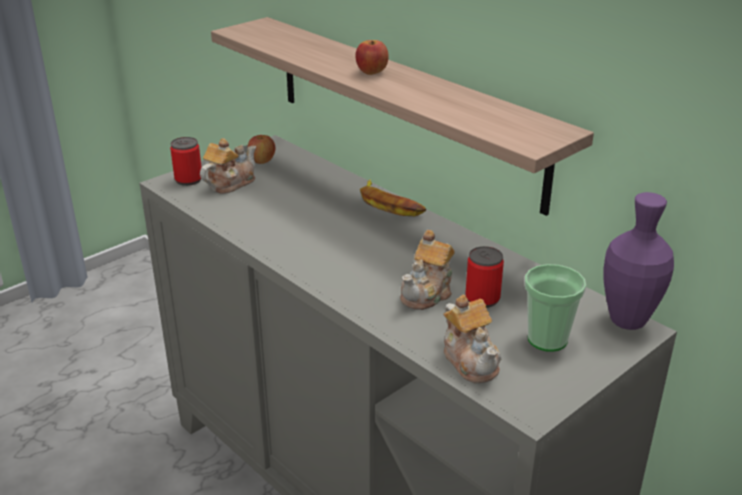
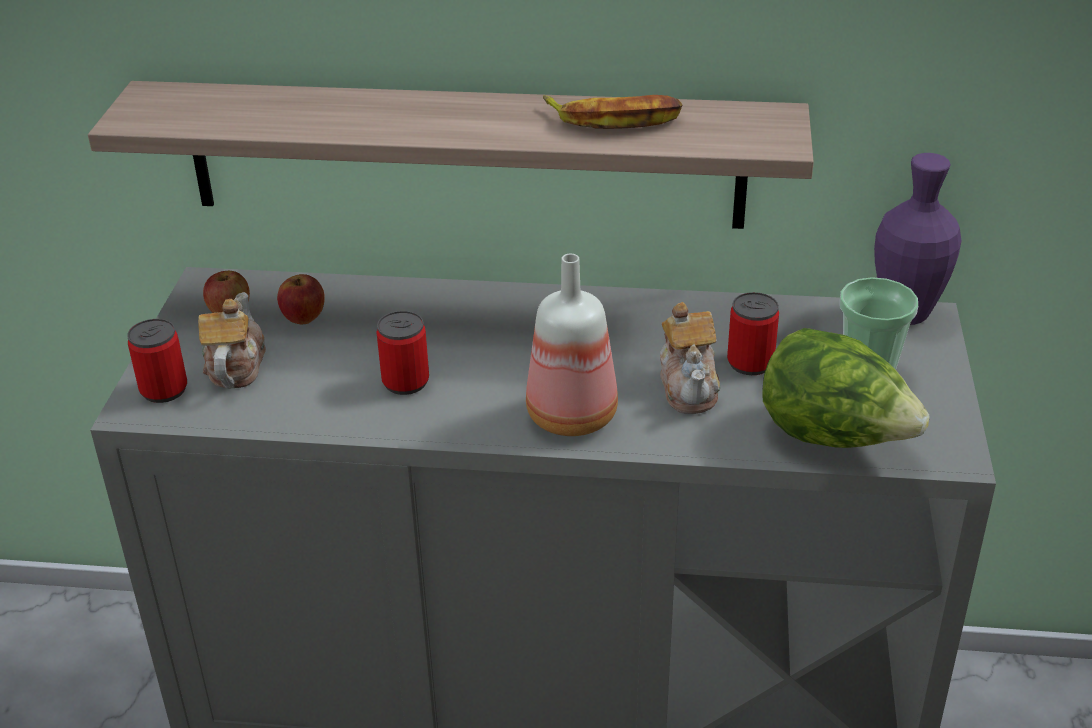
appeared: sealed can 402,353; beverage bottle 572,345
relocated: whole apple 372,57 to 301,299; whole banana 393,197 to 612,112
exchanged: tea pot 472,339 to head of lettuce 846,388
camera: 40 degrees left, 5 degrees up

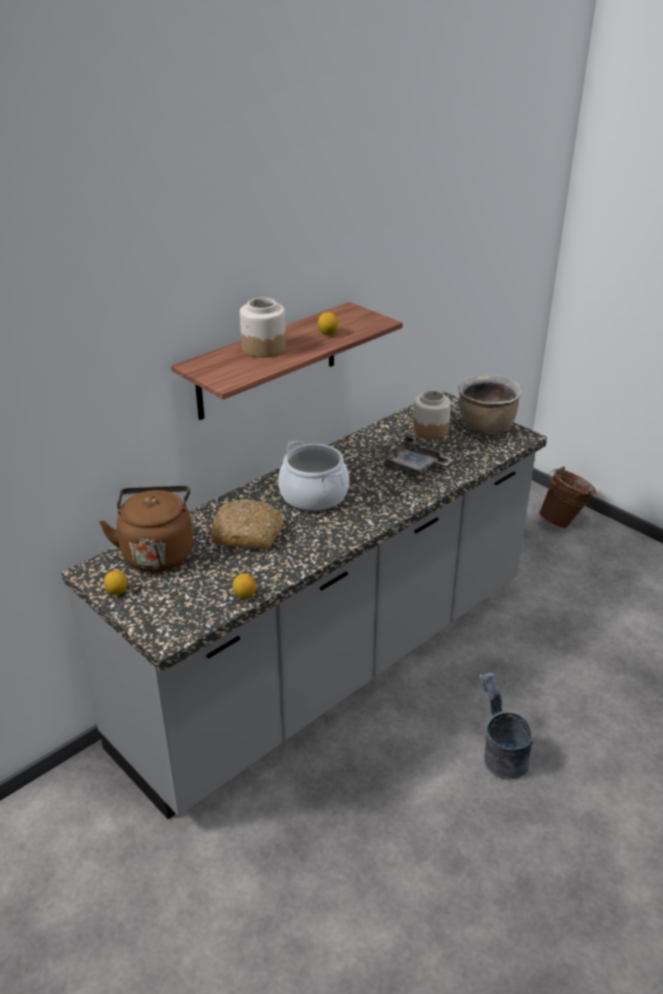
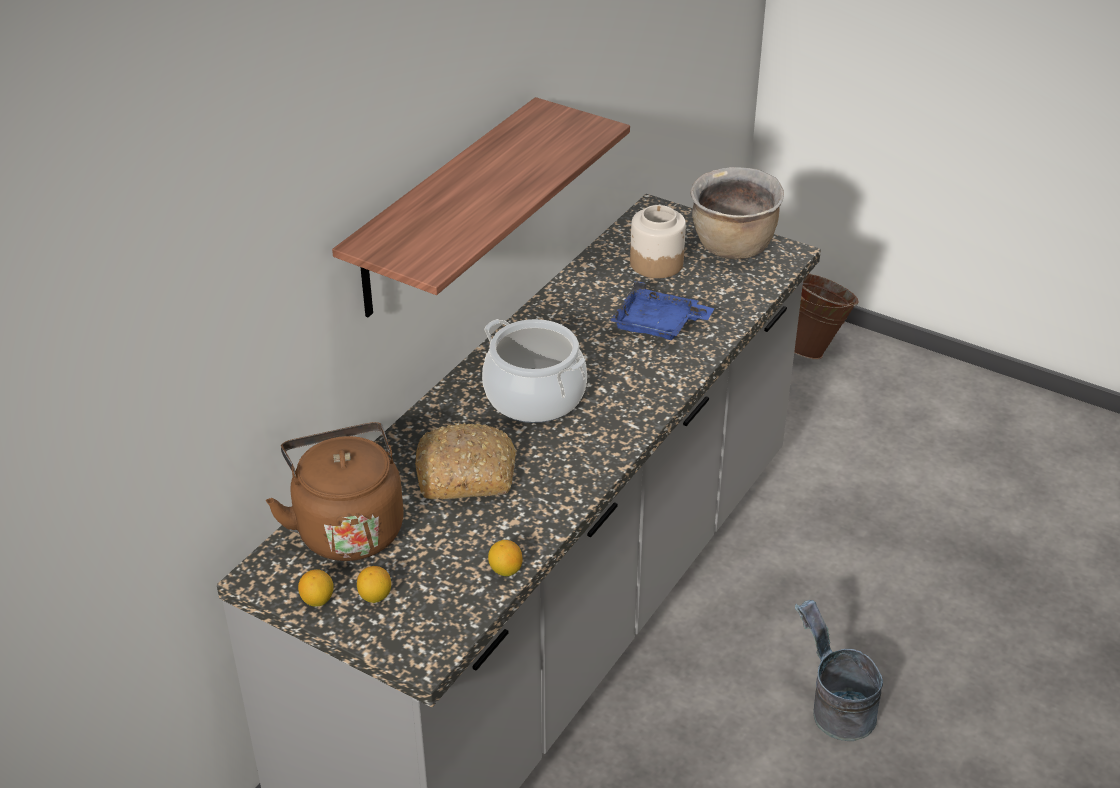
missing: jar 263,328
relocated: citrus fruit 328,323 to 374,584
colour: gray serving tray 417,456 to blue serving tray 662,310
camera: 15 degrees left, 5 degrees up

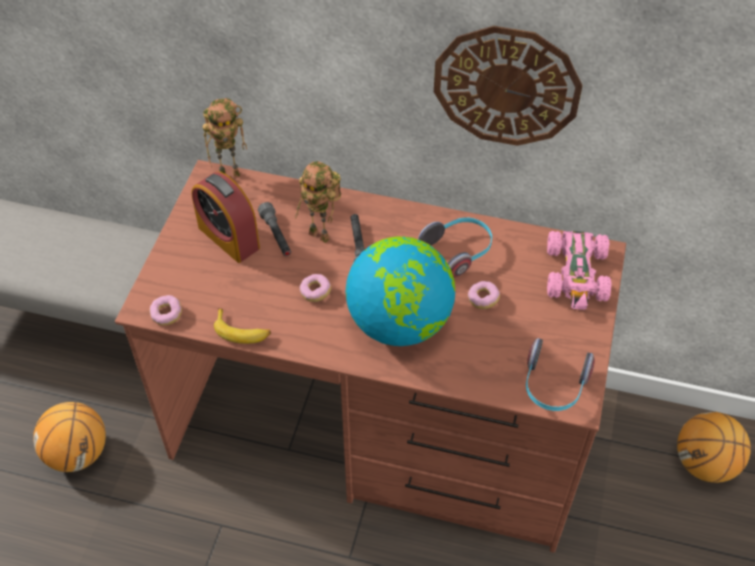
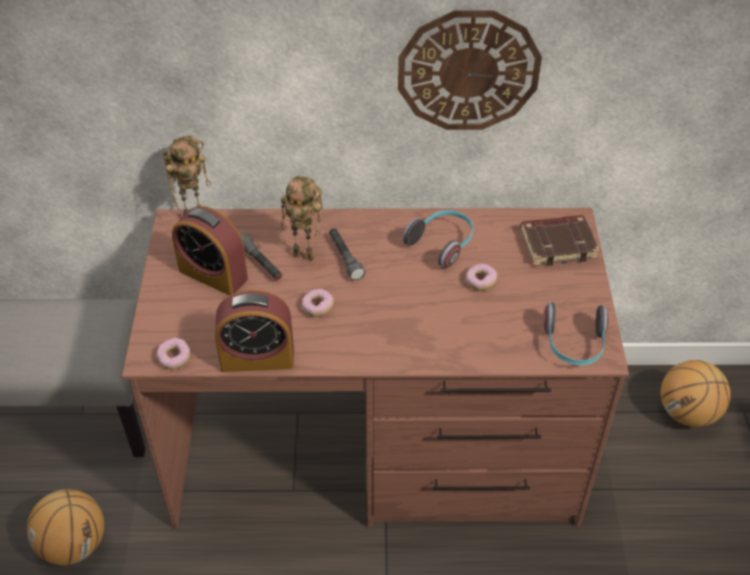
missing: desk globe 400,291
exchanged: whole banana 242,326 to bedside clock 254,331; pinkish model car 579,270 to brown-coloured bound book 560,240
camera: 15 degrees left, 5 degrees down

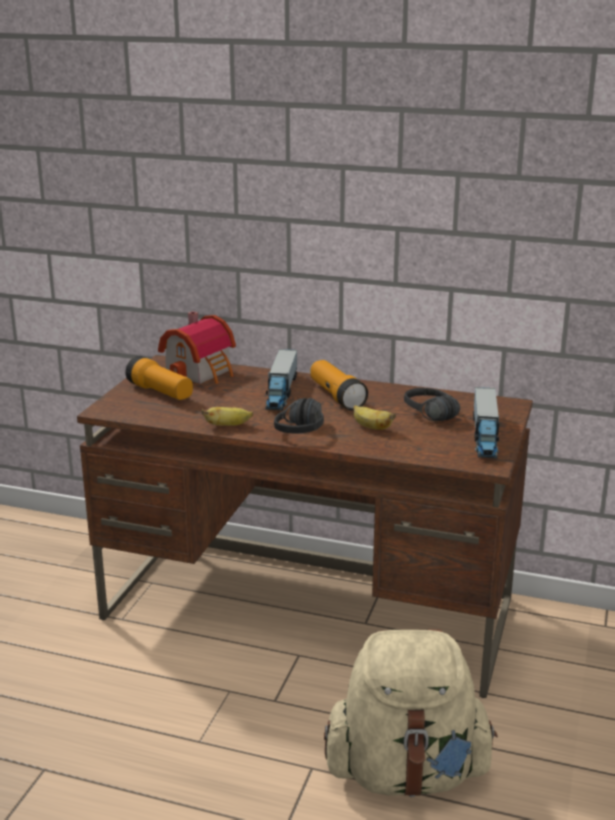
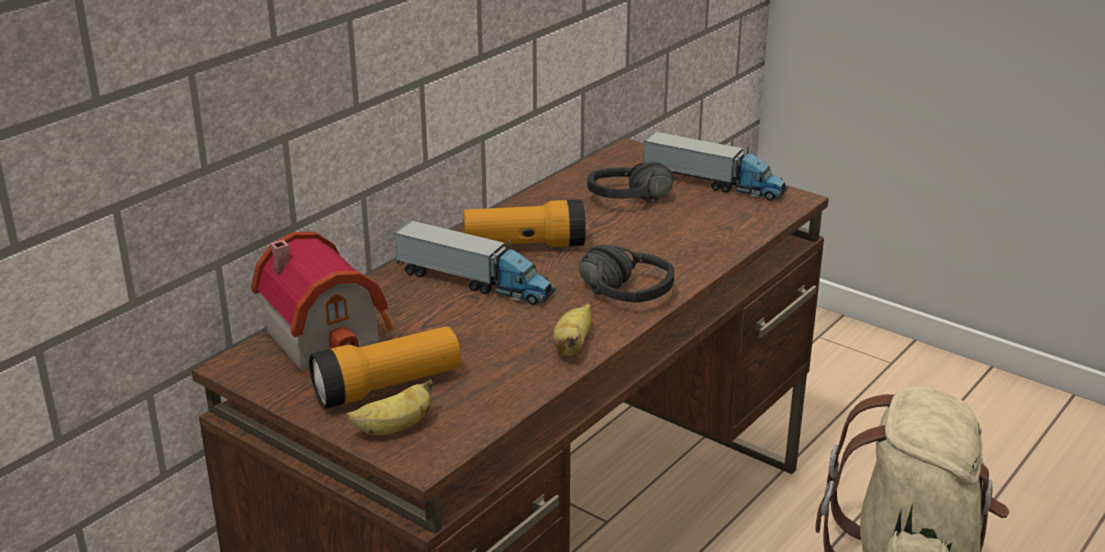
relocated: whole banana 374,417 to 389,407
camera: 70 degrees left, 5 degrees up

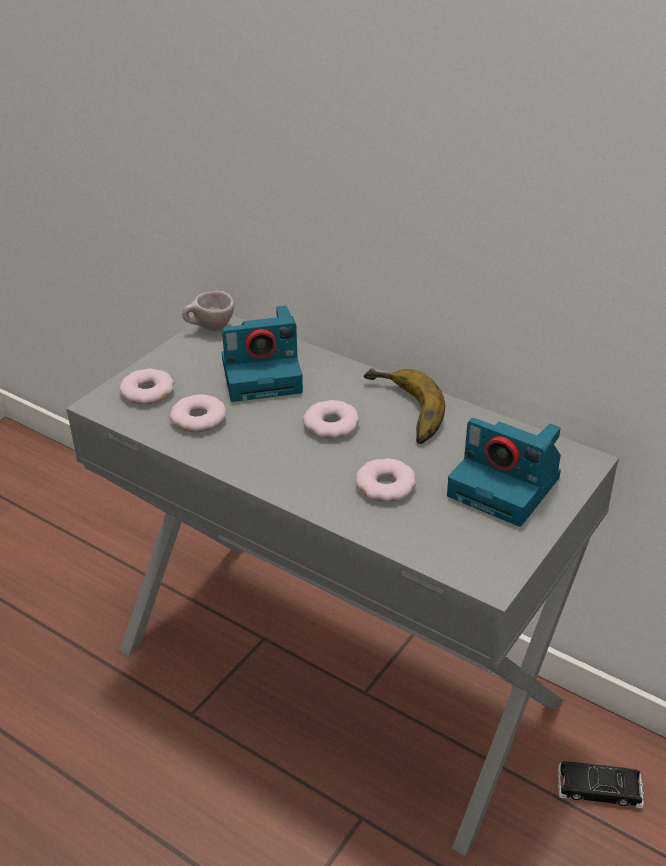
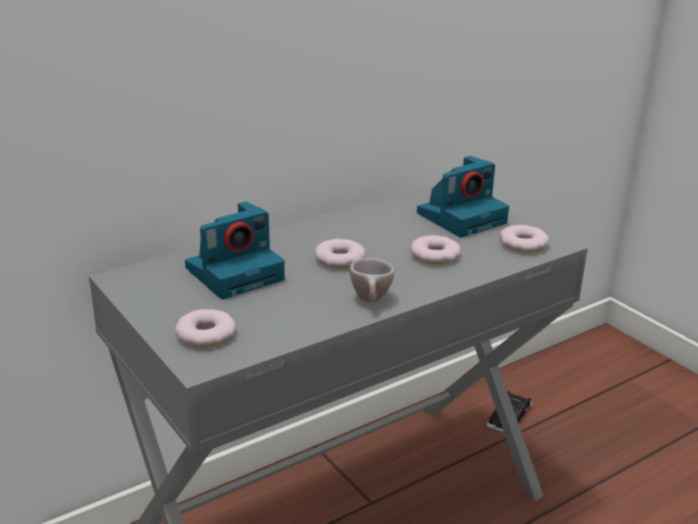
missing: whole banana 404,406
relocated: donut 198,413 to 524,239; beige drinking cup 208,311 to 372,280
spun: photo camera 262,354 = 235,250 45 degrees clockwise
camera: 70 degrees left, 10 degrees down

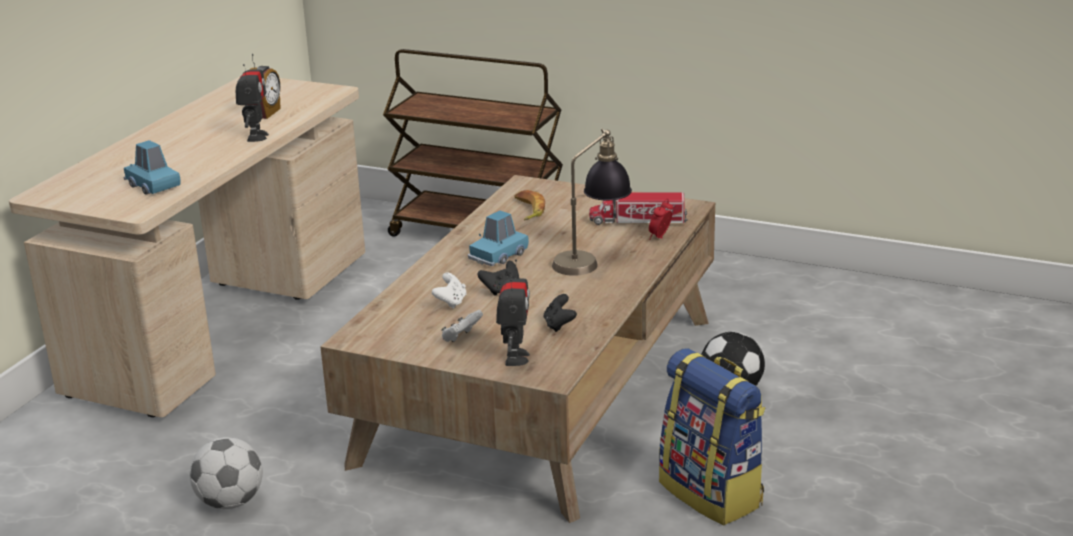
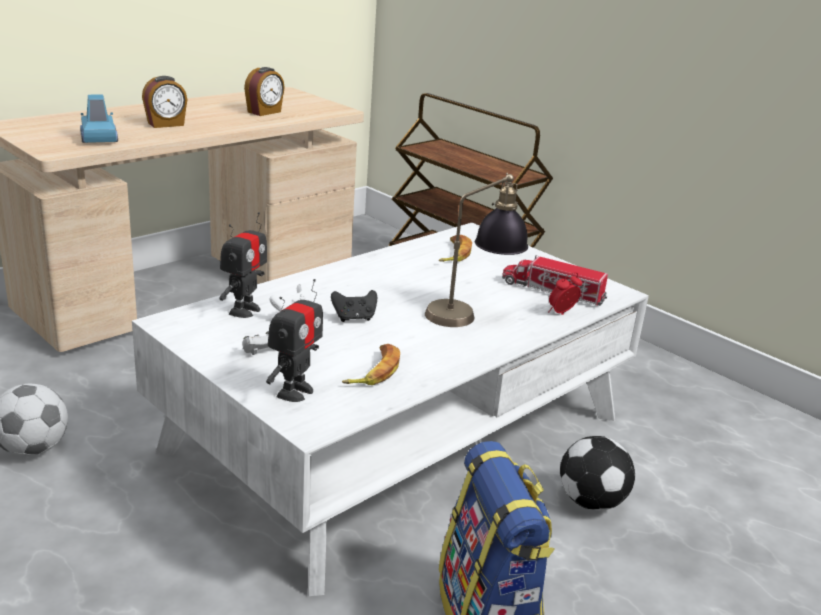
missing: blue model car 498,238
appeared: bedside clock 164,102
relocated: model robot 252,98 to 243,265
exchanged: blackish joypad 560,313 to whole banana 371,364
colour: brown-coloured low table 518,349 to white-coloured low table 390,409
camera: 20 degrees right, 0 degrees up

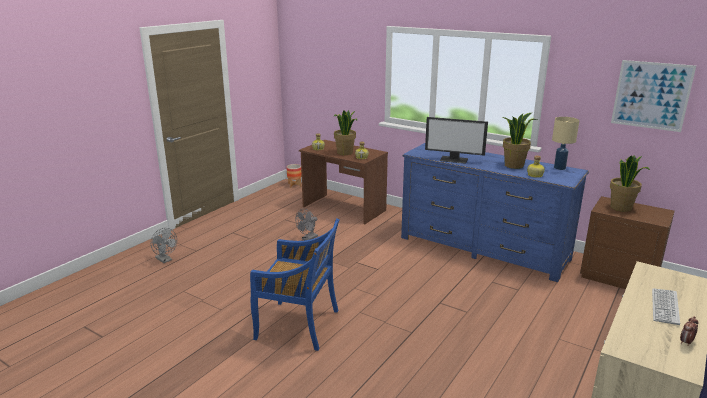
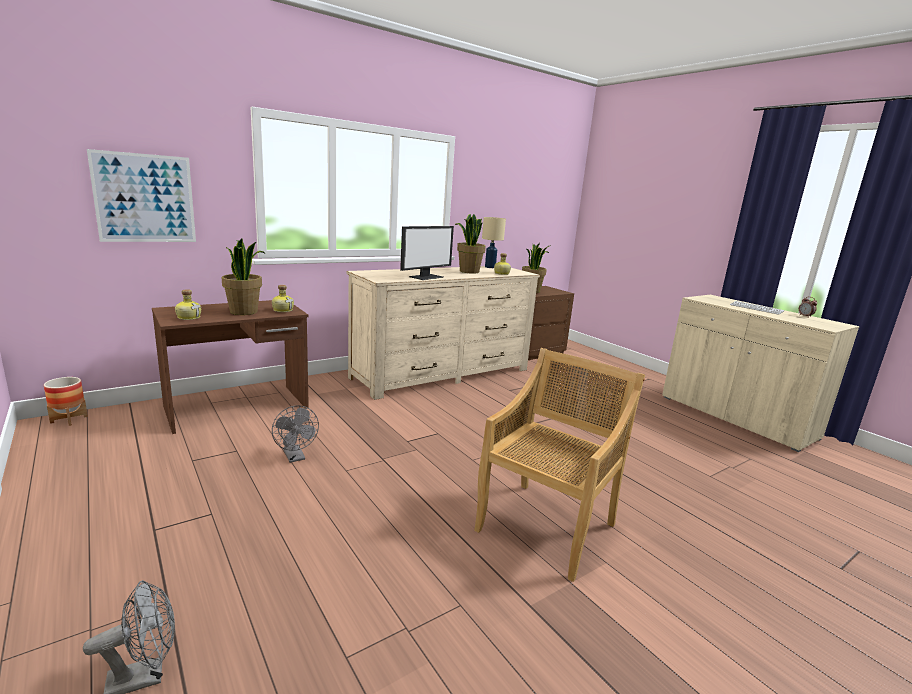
relocated: wall picture 653,96 to 141,195
colour: blue upright chair 295,284 to beige upright chair 559,465; blue dresser 495,212 to beige dresser 443,333
camera: 70 degrees left, 5 degrees down

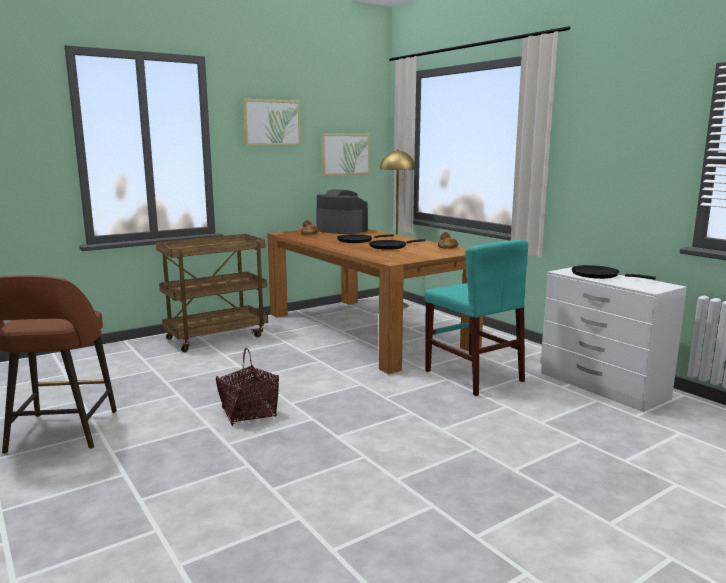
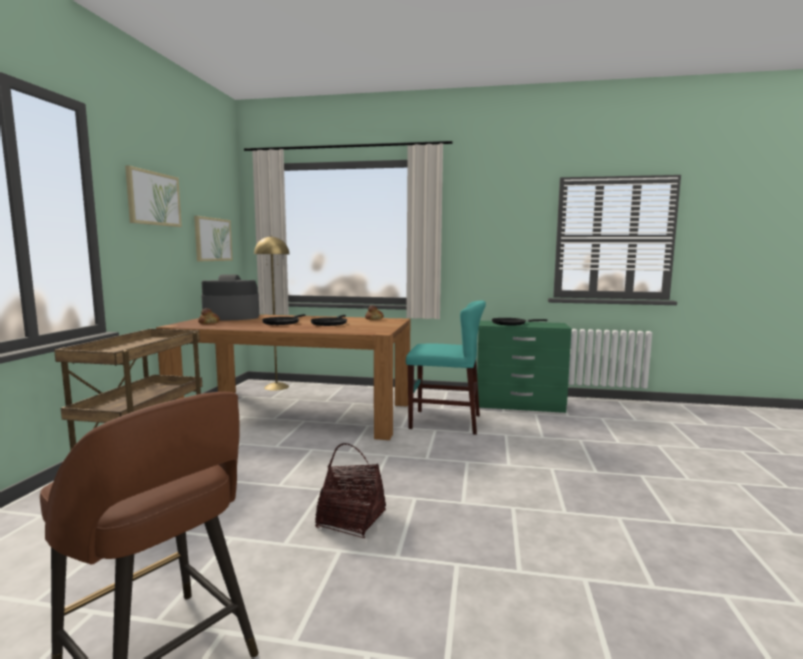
colour: white-coloured dresser 614,339 to greenish dresser 524,367
camera: 45 degrees left, 5 degrees down

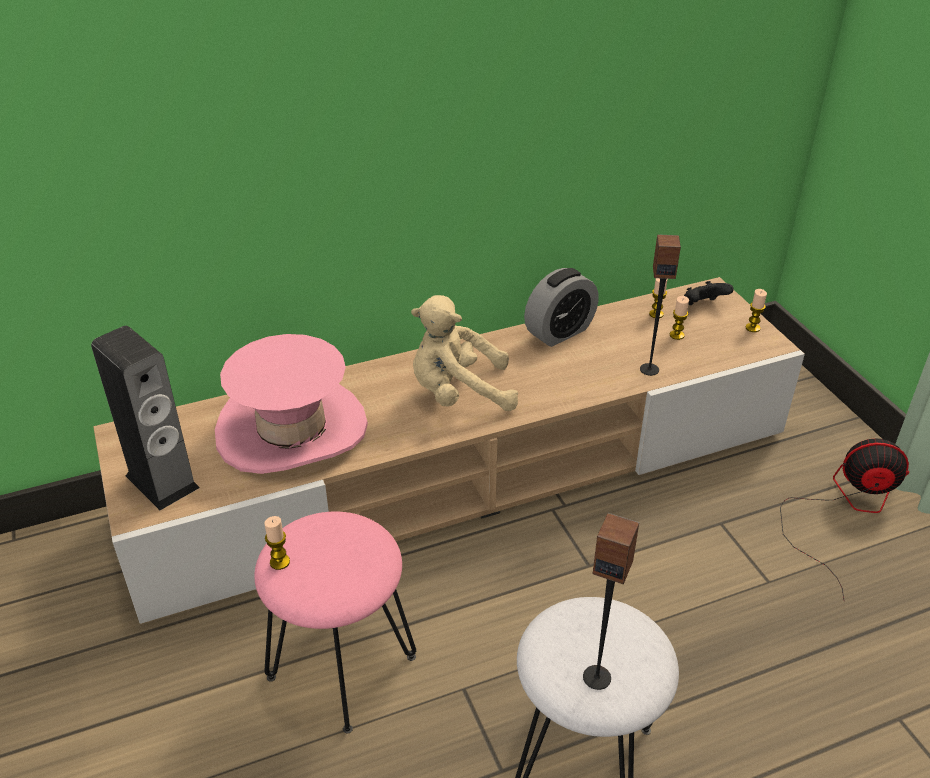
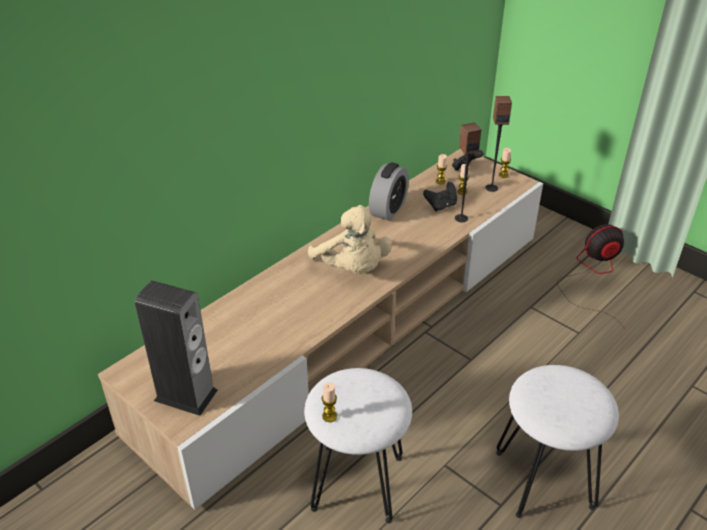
missing: pinkish clothing hat 291,404
appeared: blackish joypad 440,196
relocated: audio speaker 611,601 to 498,144
colour: pinkish sitting stool 335,622 to white-coloured sitting stool 358,446
spun: beige plush toy 464,353 = 350,239 90 degrees counterclockwise
camera: 25 degrees left, 0 degrees up

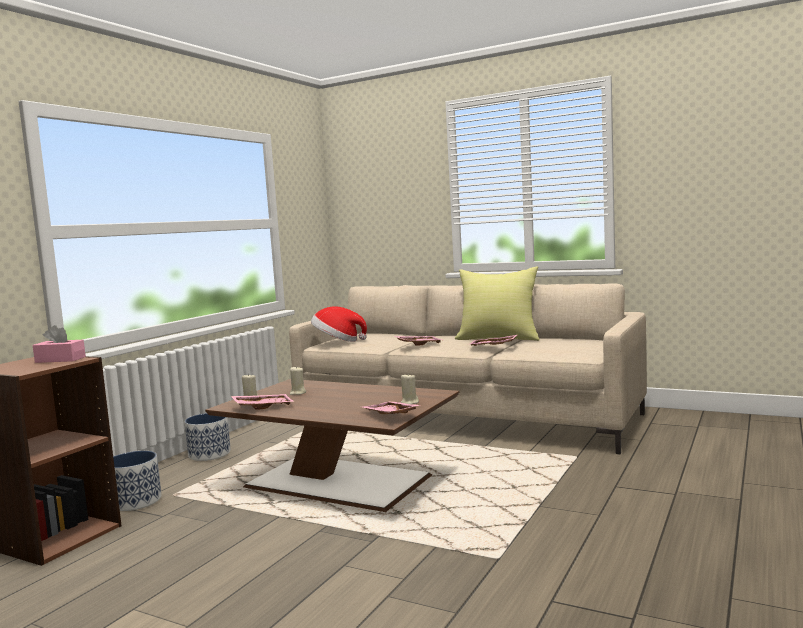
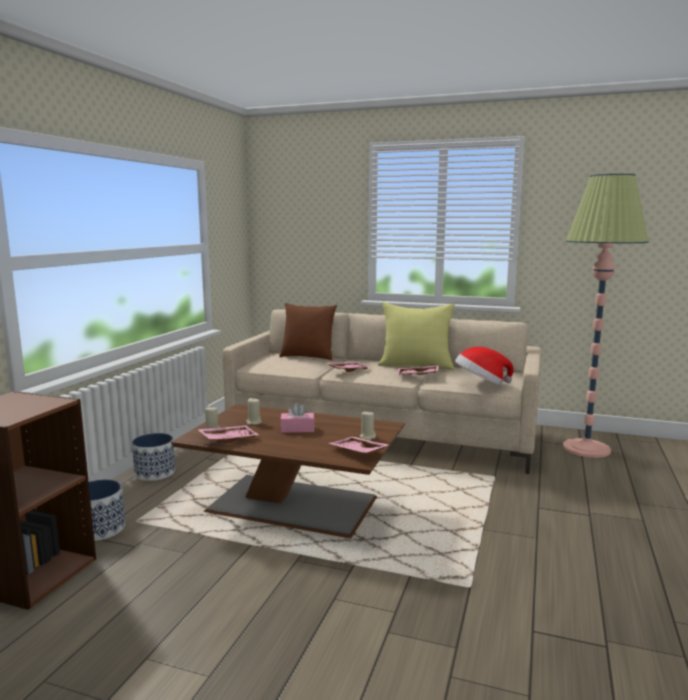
appeared: brown-coloured throw pillow 308,331; standing lamp 606,316
relocated: pinkish tissue box 59,344 to 297,418; clothing hat 339,324 to 484,366
camera: 10 degrees left, 5 degrees up

